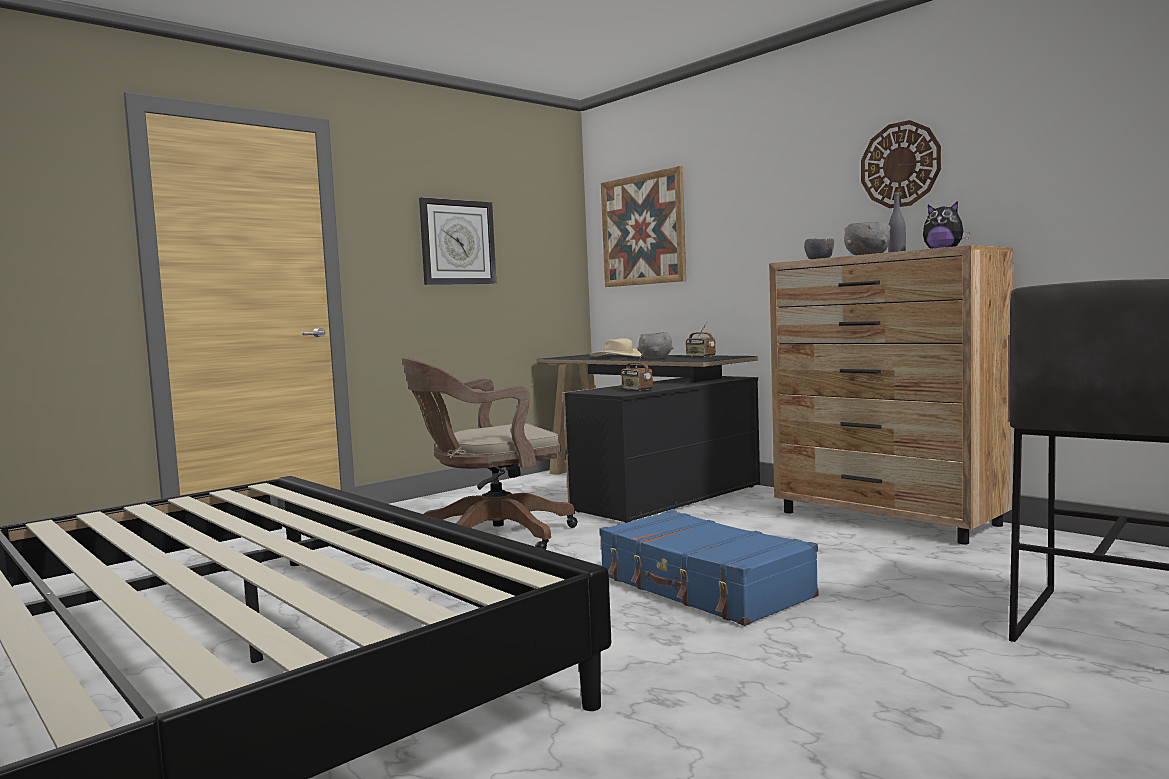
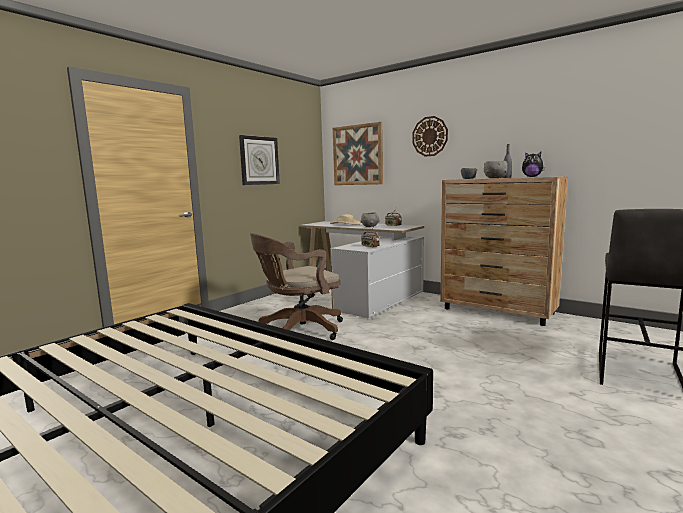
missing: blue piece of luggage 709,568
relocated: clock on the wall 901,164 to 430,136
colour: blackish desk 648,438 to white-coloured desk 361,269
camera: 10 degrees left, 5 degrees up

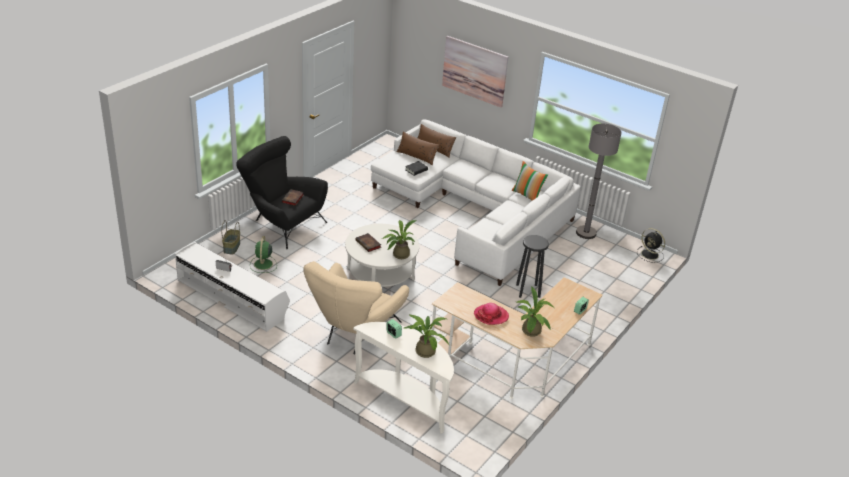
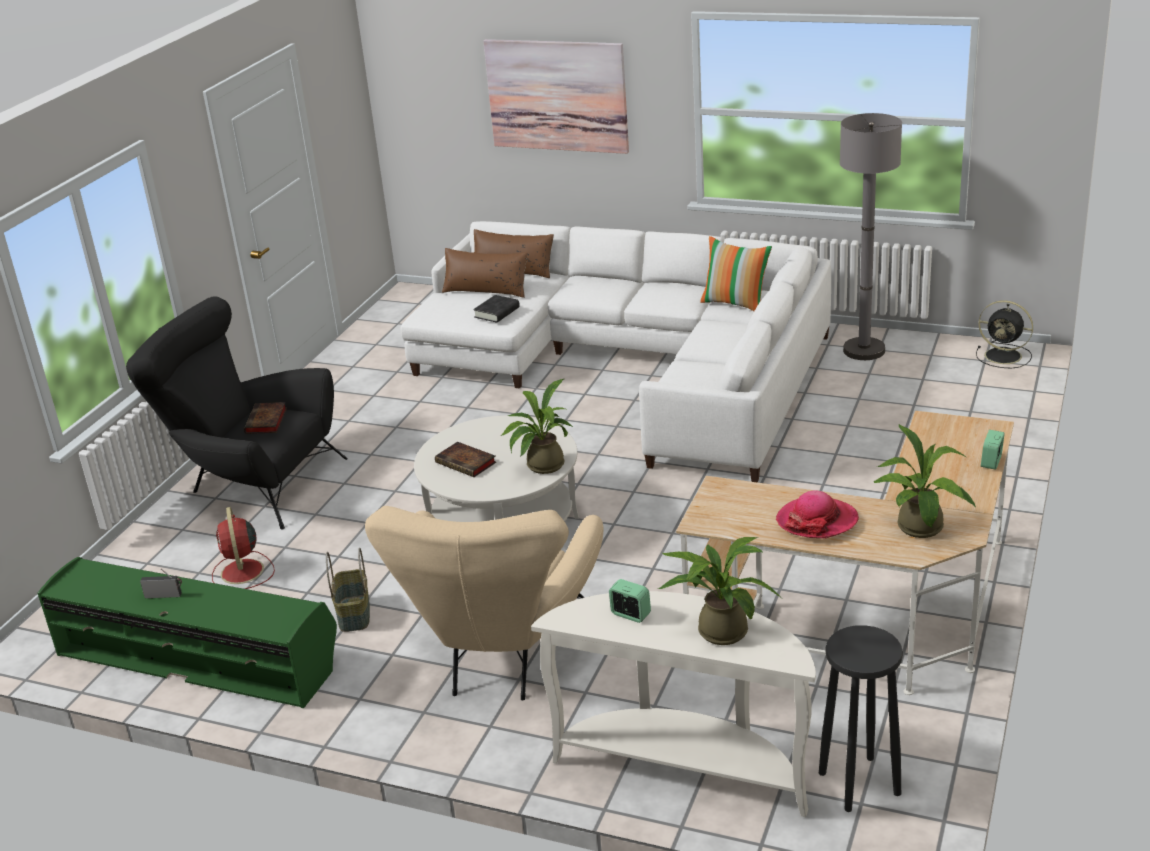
relocated: basket 230,237 to 348,590; blackish sitting stool 532,266 to 861,718
colour: white-coloured tv stand 232,287 to greenish tv stand 187,632; greenish fan 263,254 to red fan 243,548
camera: 10 degrees left, 5 degrees down

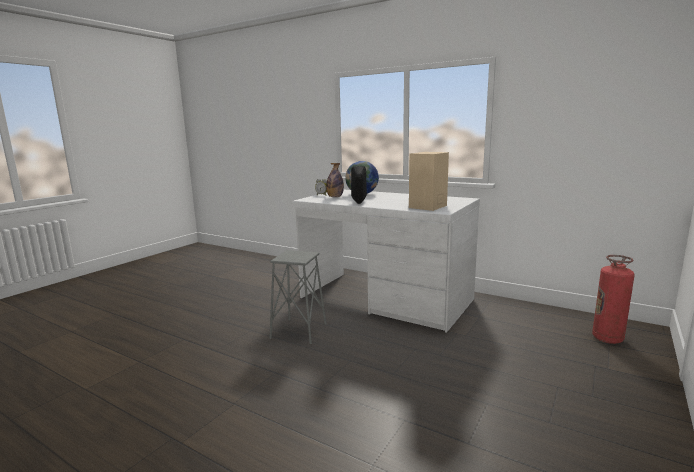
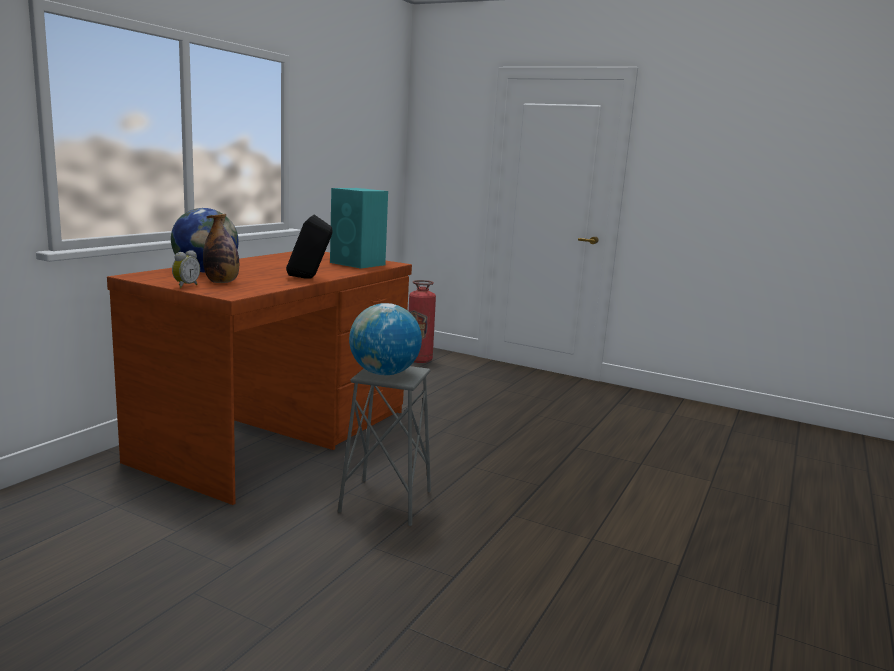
appeared: desk globe 385,339
colour: white-coloured desk 386,261 to brown-coloured desk 259,378; beige audio speaker 429,181 to turquoise-coloured audio speaker 359,228
camera: 95 degrees left, 0 degrees up

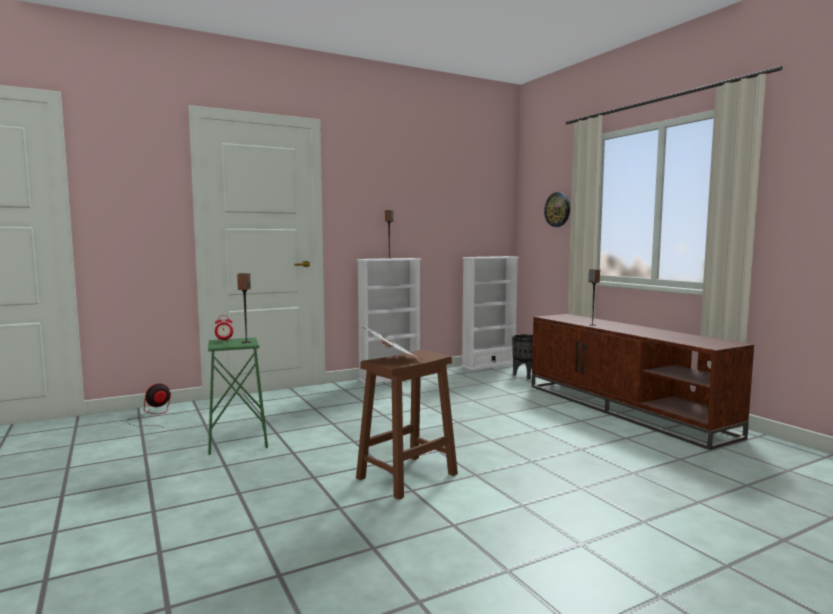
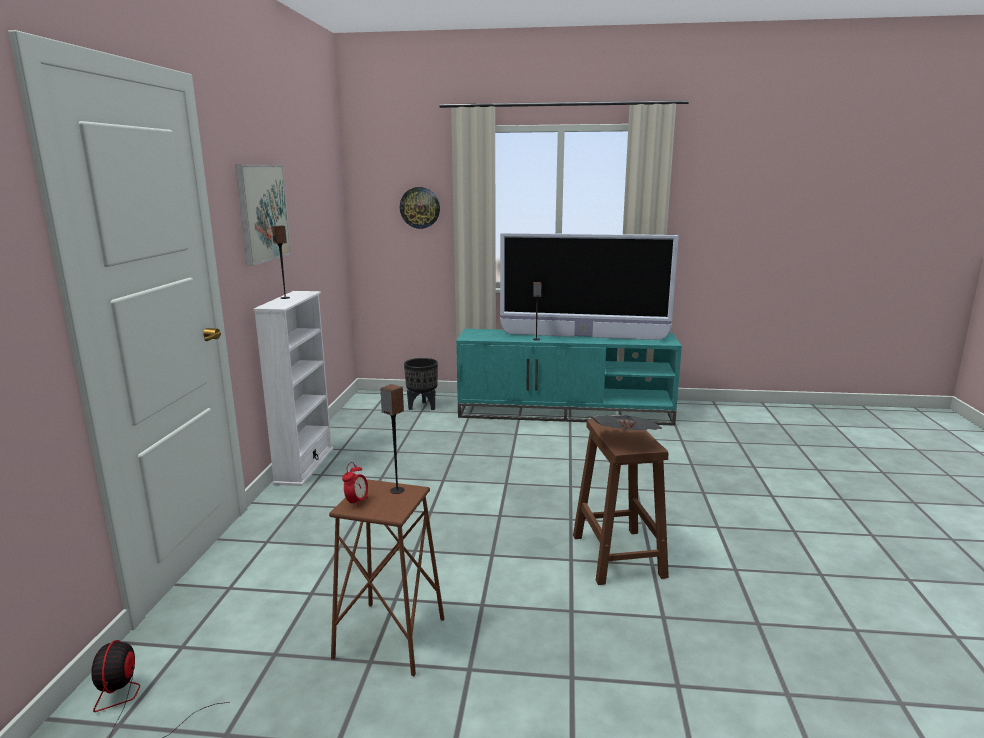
missing: white-coloured bookshelf 490,313
appeared: wall picture 263,215; TV set 589,286
colour: greenish sitting stool 238,396 to brown-coloured sitting stool 386,577; brown-coloured tv stand 643,382 to turquoise-coloured tv stand 569,377
camera: 55 degrees left, 10 degrees up

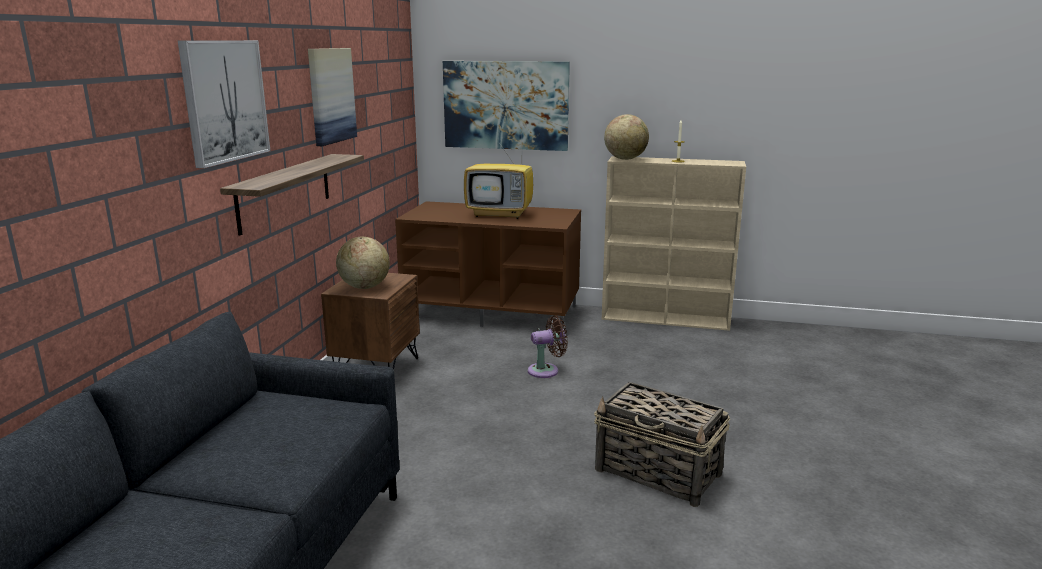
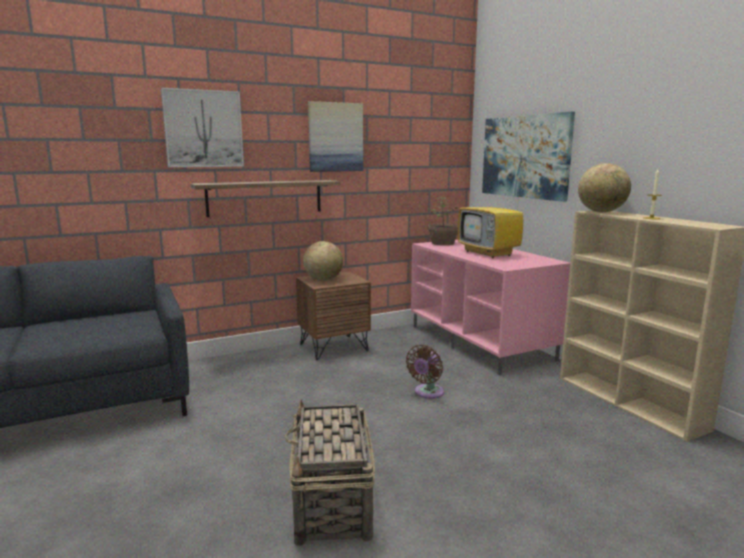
appeared: houseplant 443,221
colour: brown-coloured tv stand 488,264 to pinkish tv stand 490,307
spun: brown-coloured fan 548,347 = 425,372 90 degrees clockwise
camera: 50 degrees right, 5 degrees down

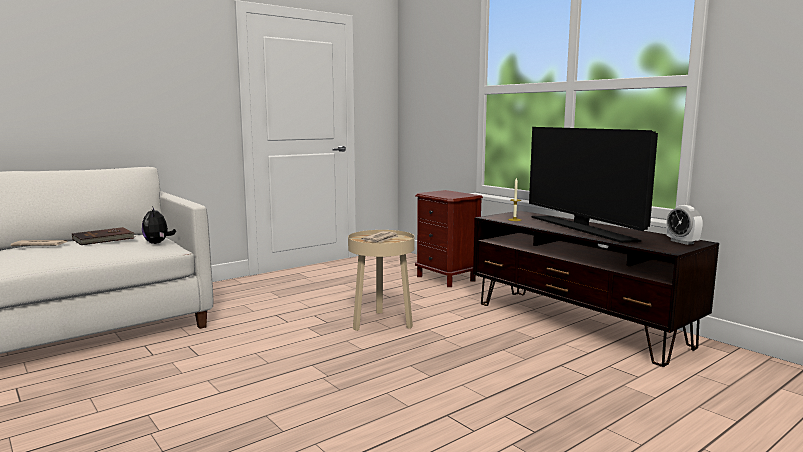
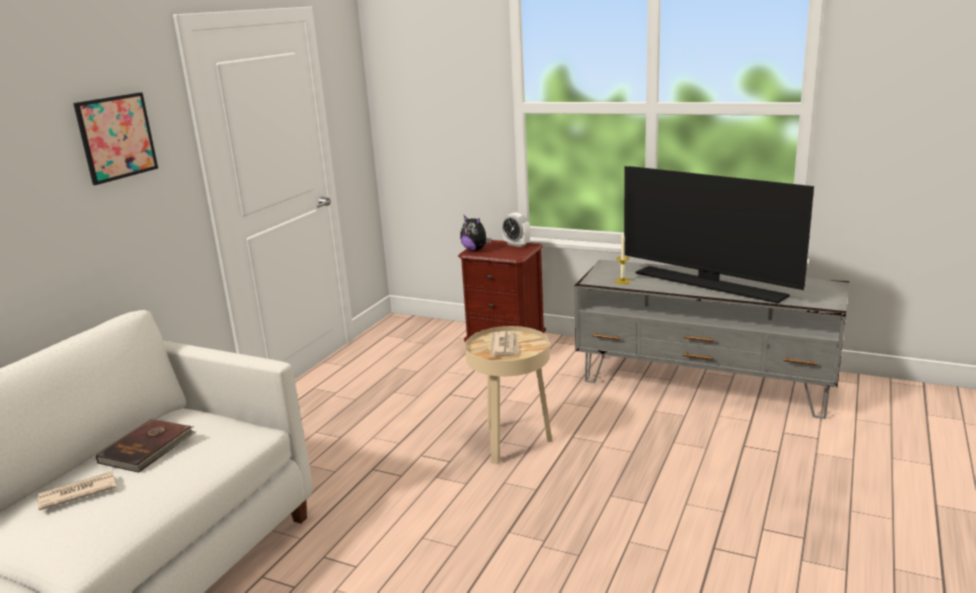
appeared: wall picture 115,138
relocated: plush toy 159,225 to 475,233; bedside clock 684,225 to 516,229
colour: brown-coloured tv stand 596,289 to gray tv stand 711,339
camera: 25 degrees left, 10 degrees up

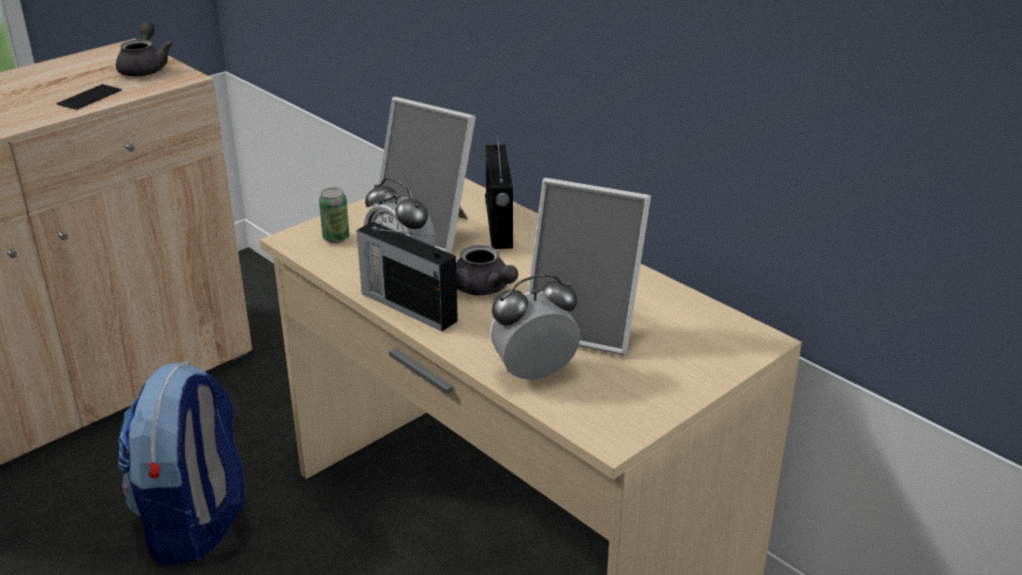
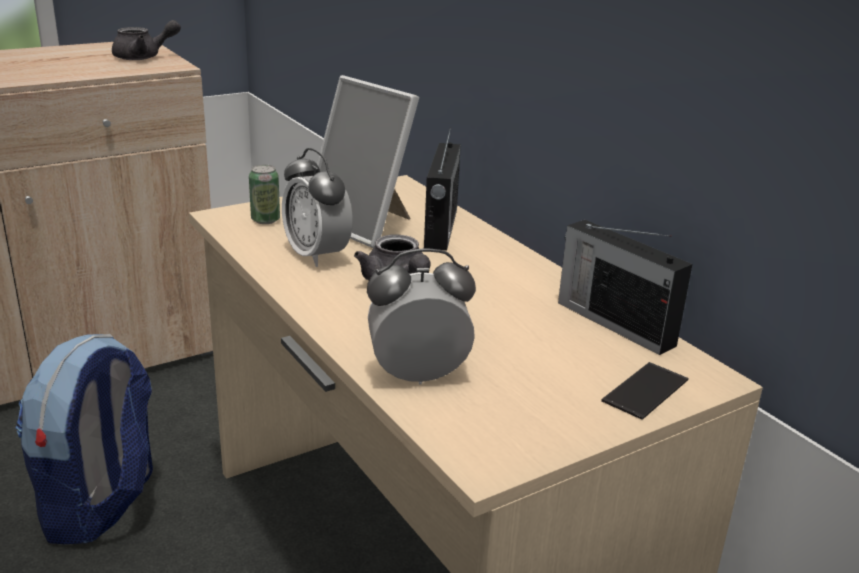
missing: photo frame 589,267
relocated: phone 89,97 to 645,391; radio receiver 407,276 to 625,287
spun: gray tea pot 144,49 = 146,40 60 degrees clockwise
camera: 10 degrees right, 5 degrees down

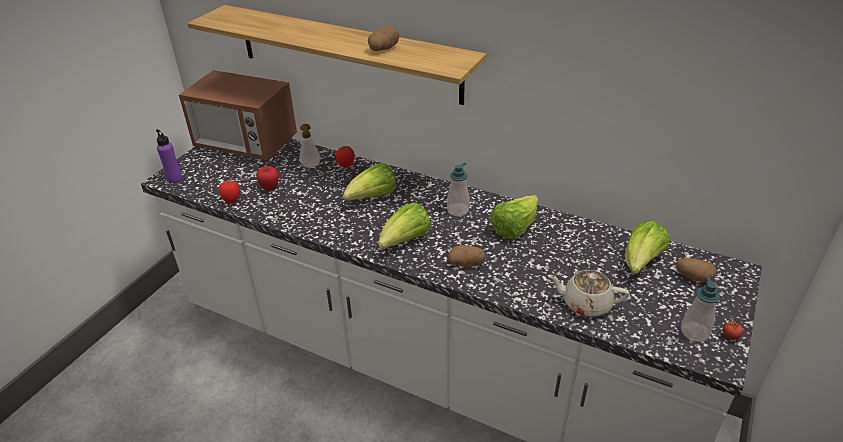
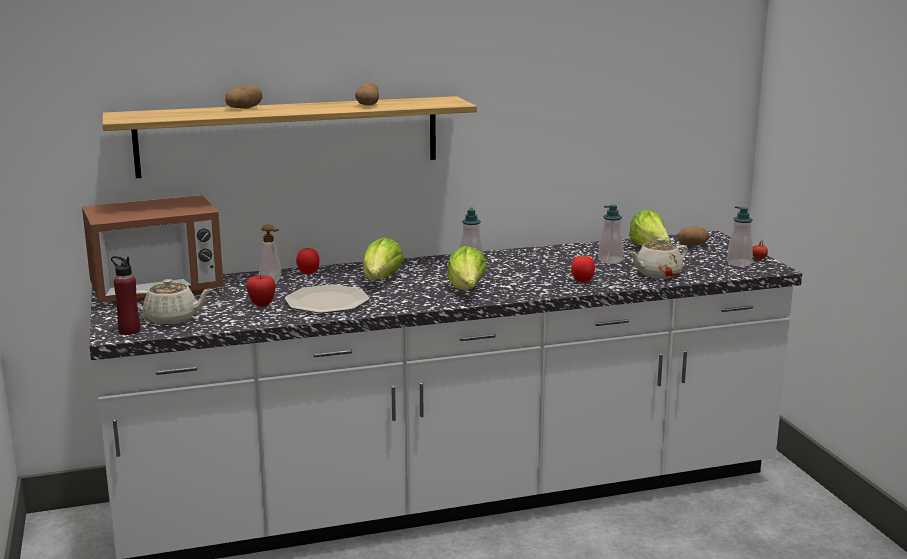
missing: head of lettuce 514,217
appeared: beige tea pot 174,302; dinner plate 327,298; liquid soap bottle 610,234
relocated: fresh tomato 229,191 to 583,268; whole potato 466,256 to 243,97
colour: purple-coloured beverage bottle 169,156 to red beverage bottle 125,295
camera: 45 degrees left, 20 degrees down

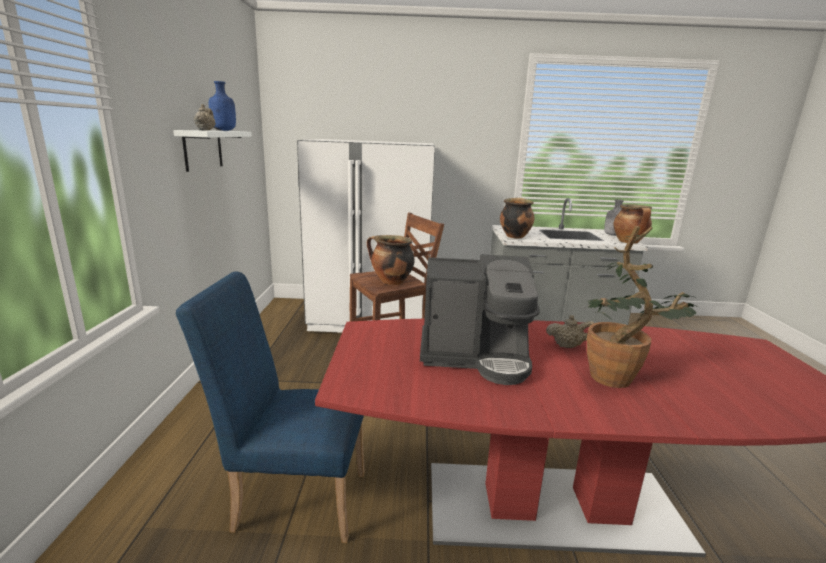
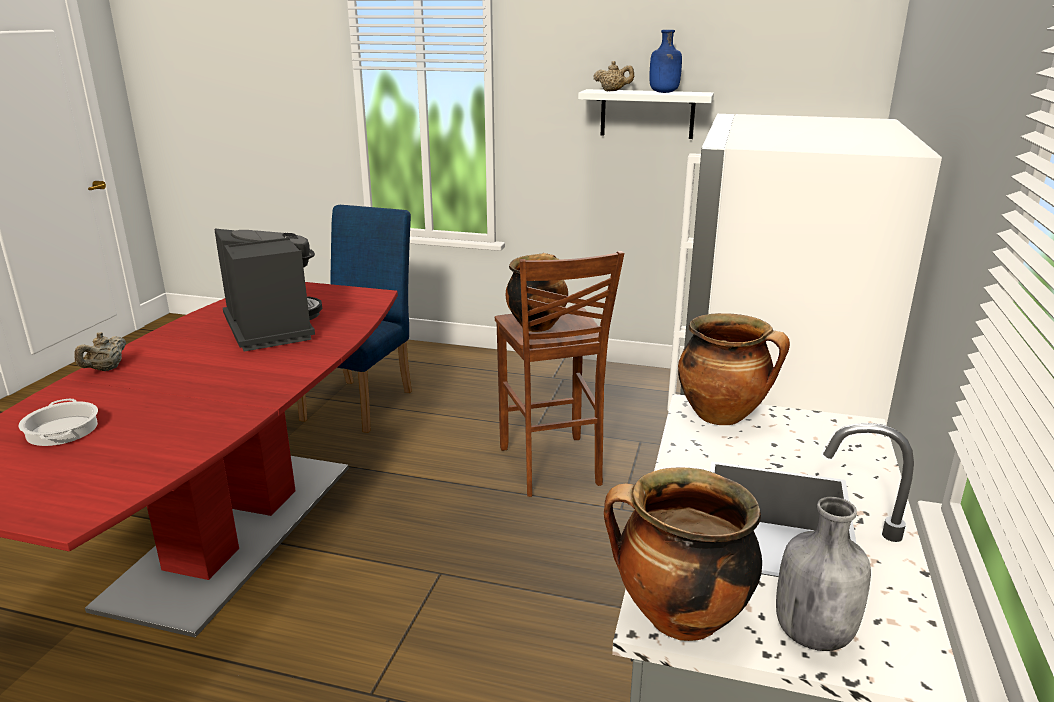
missing: houseplant 644,307
appeared: stockpot 58,422
relocated: beige tea pot 570,331 to 100,351
spun: coffee machine 480,319 = 268,290 135 degrees clockwise
camera: 105 degrees right, 5 degrees up

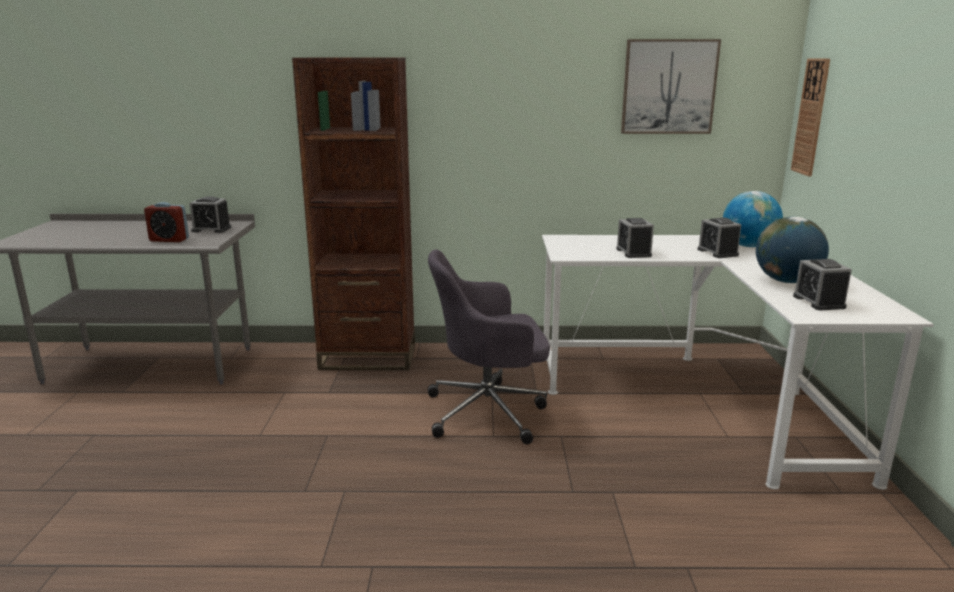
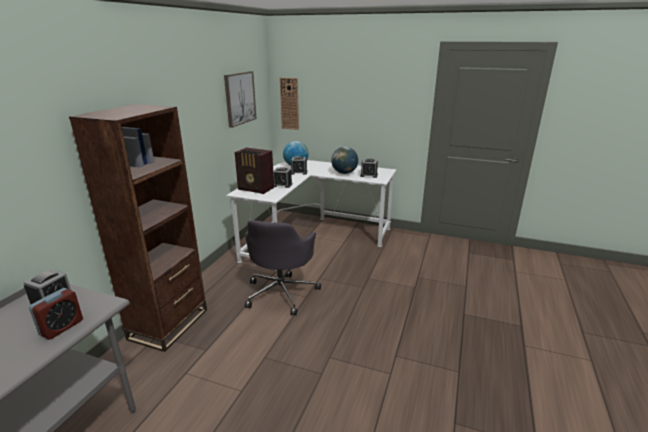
appeared: radio receiver 254,171
camera: 70 degrees left, 5 degrees up

